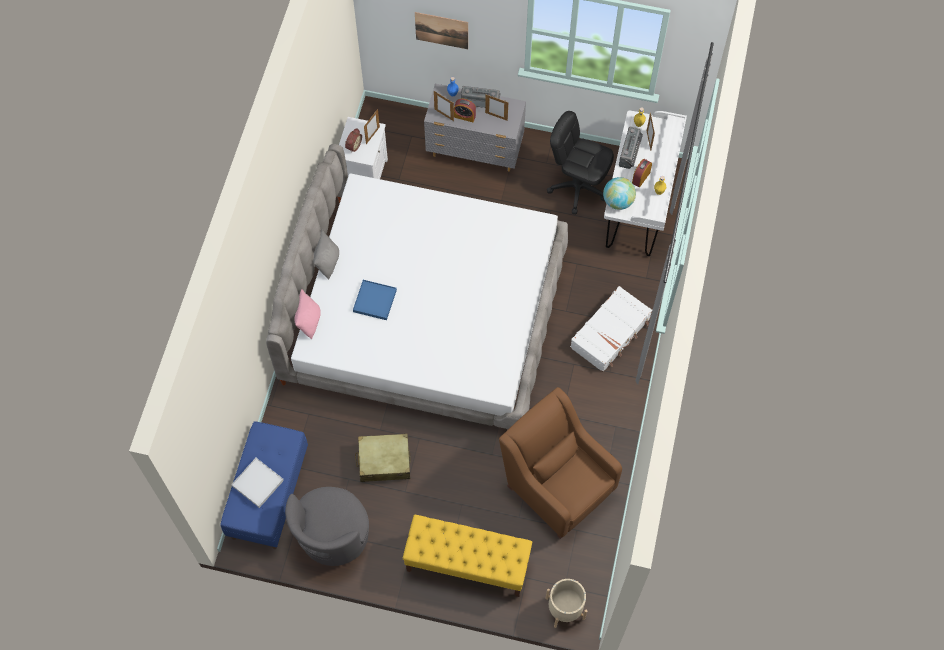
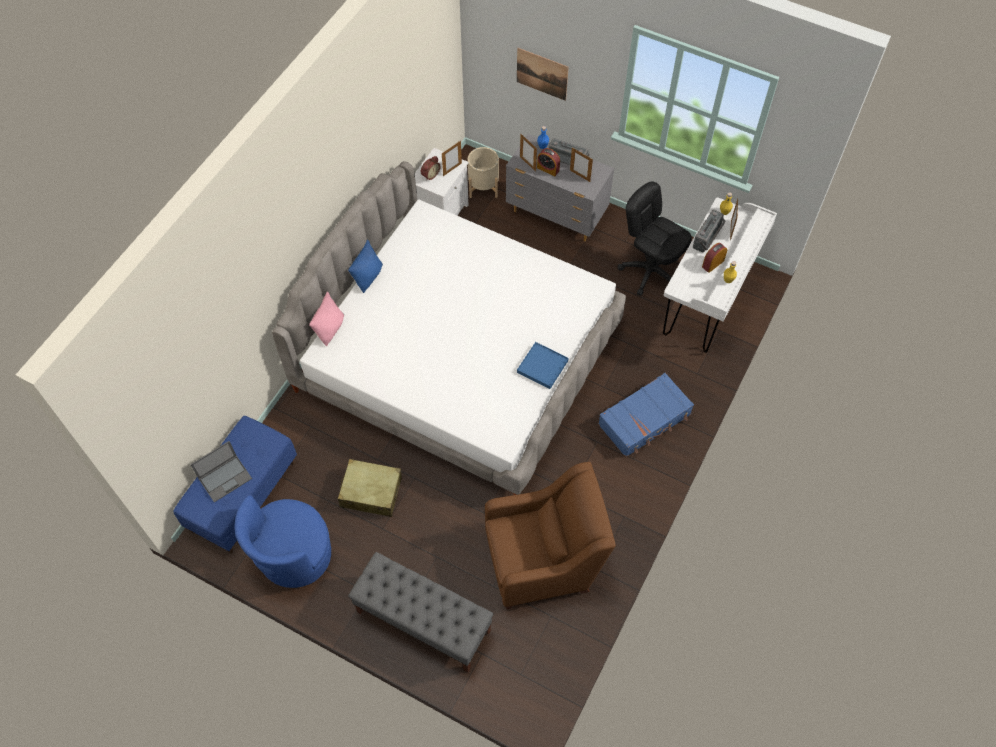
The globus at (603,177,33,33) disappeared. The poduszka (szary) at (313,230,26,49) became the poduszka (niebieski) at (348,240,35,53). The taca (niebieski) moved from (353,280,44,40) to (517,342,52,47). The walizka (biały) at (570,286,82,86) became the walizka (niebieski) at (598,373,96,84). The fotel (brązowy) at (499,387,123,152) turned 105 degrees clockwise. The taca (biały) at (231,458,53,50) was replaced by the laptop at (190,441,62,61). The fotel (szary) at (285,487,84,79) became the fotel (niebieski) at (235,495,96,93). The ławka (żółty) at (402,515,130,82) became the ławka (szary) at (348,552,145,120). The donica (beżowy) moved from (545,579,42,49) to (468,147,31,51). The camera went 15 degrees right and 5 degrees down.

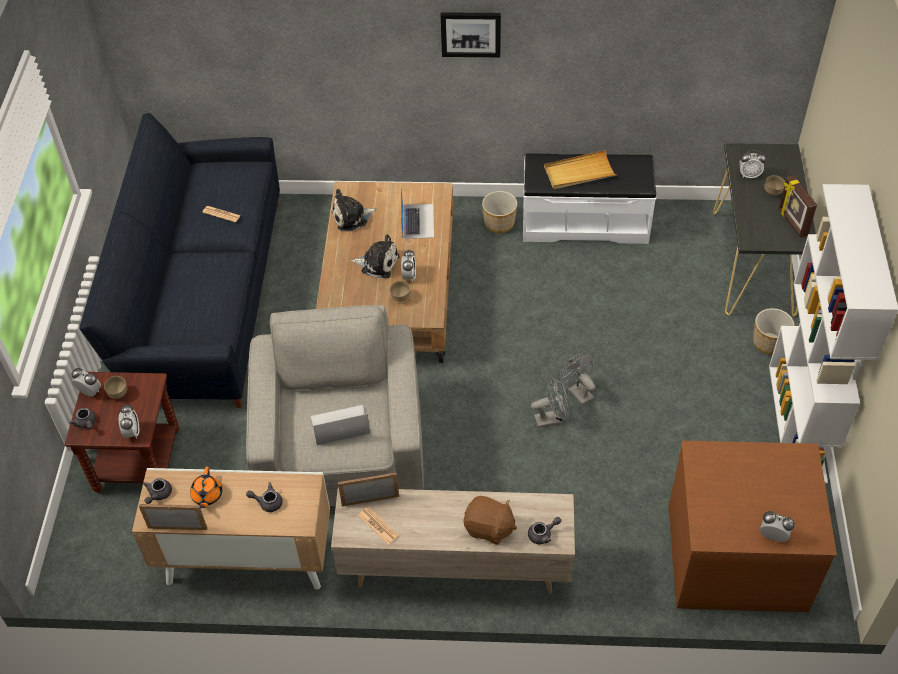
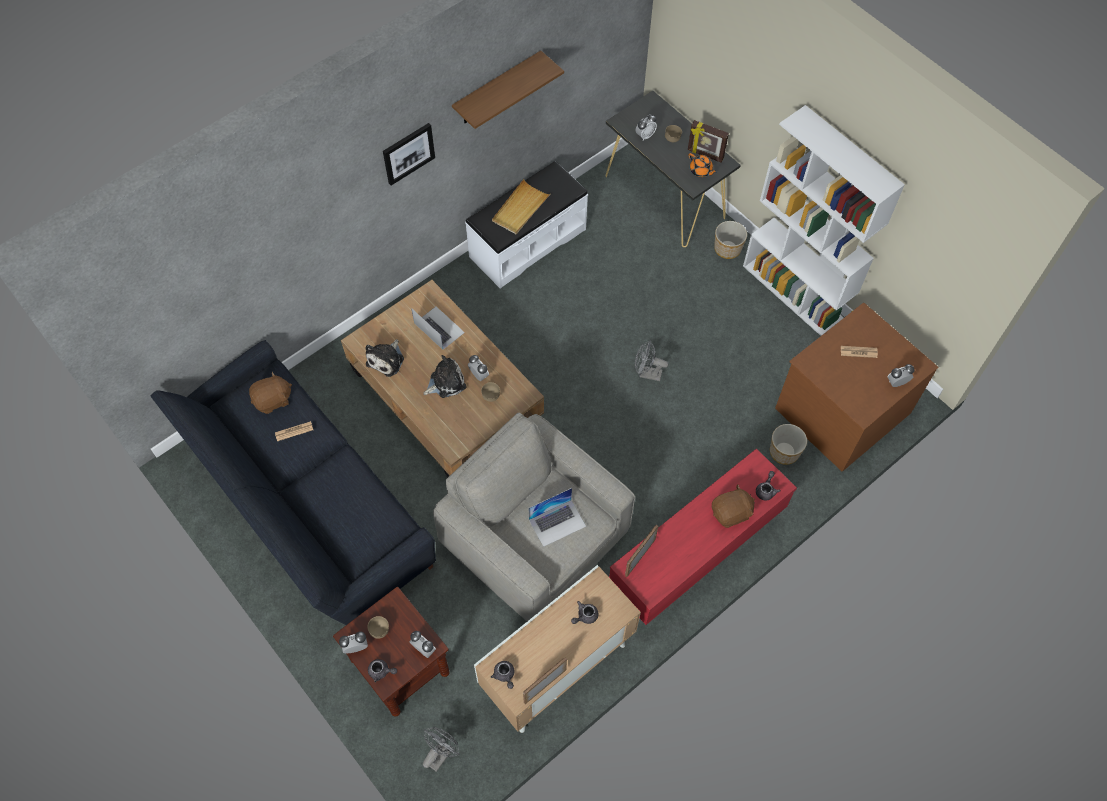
The donica moved from (482,191,35,42) to (770,424,37,41). The wentylator (szary) moved from (531,378,40,50) to (423,727,37,45). The laptop at (311,405,59,40) turned 150 degrees counterclockwise. The imbryk (pomarańczowy) moved from (190,467,32,42) to (689,153,28,24). The szafka pod telewizor (beżowy) at (331,487,244,107) became the szafka pod telewizor (czerwony) at (609,449,188,176). The gazeta moved from (358,507,41,38) to (841,346,37,12). The półka at (452,51,112,78) appeared. The pluszak (brązowy) at (249,371,43,43) appeared. The camera went 45 degrees left and 10 degrees up.

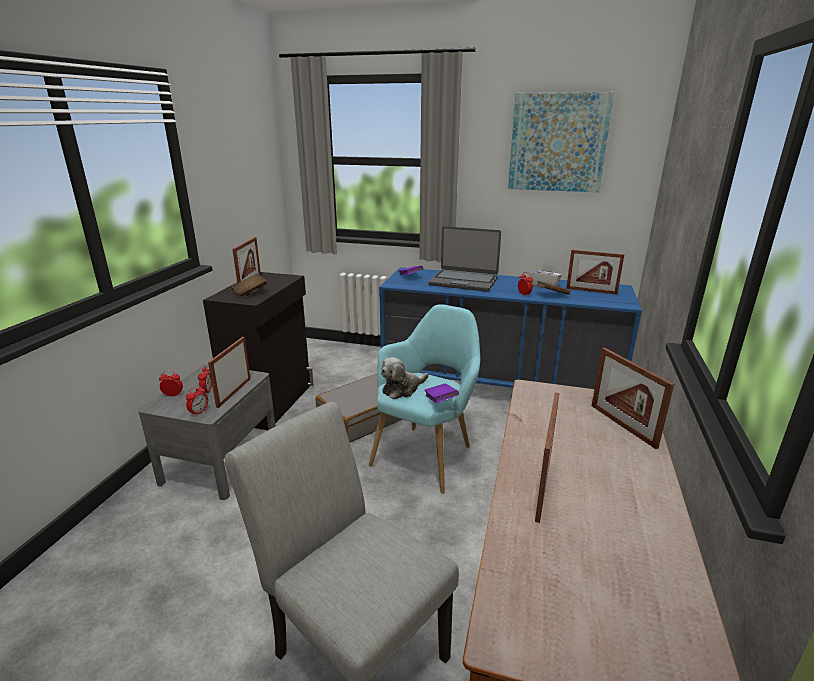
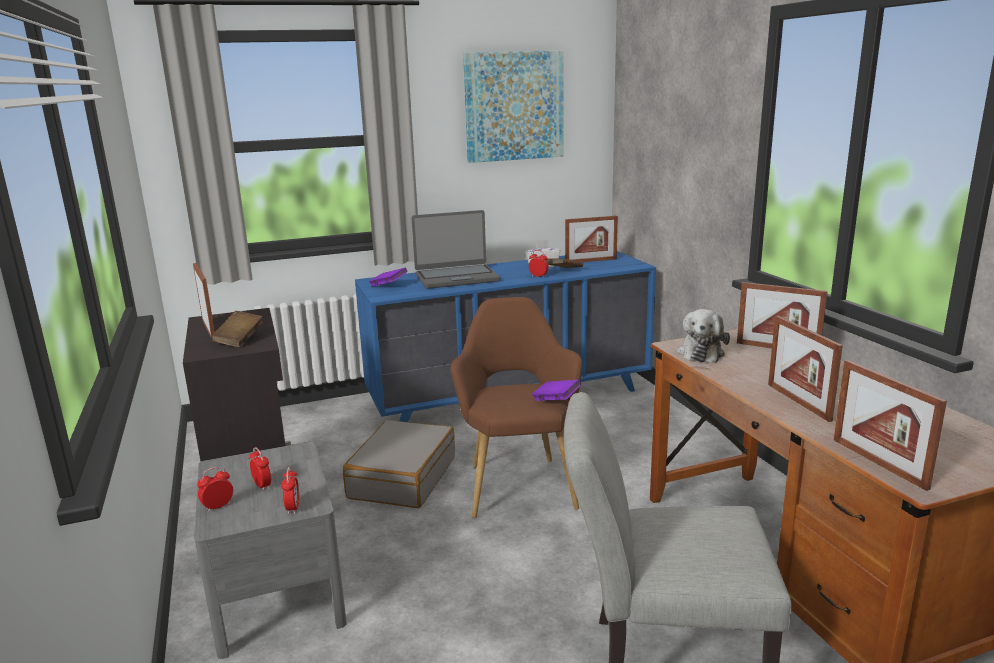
The fotel (turkusowy) at (369,304,111,189) became the fotel (brązowy) at (451,297,131,221). The ramka na zdjęcie moved from (208,337,43,71) to (834,360,113,131). The pluszak moved from (381,357,47,42) to (677,309,53,54). The camera went 35 degrees left and 5 degrees down.

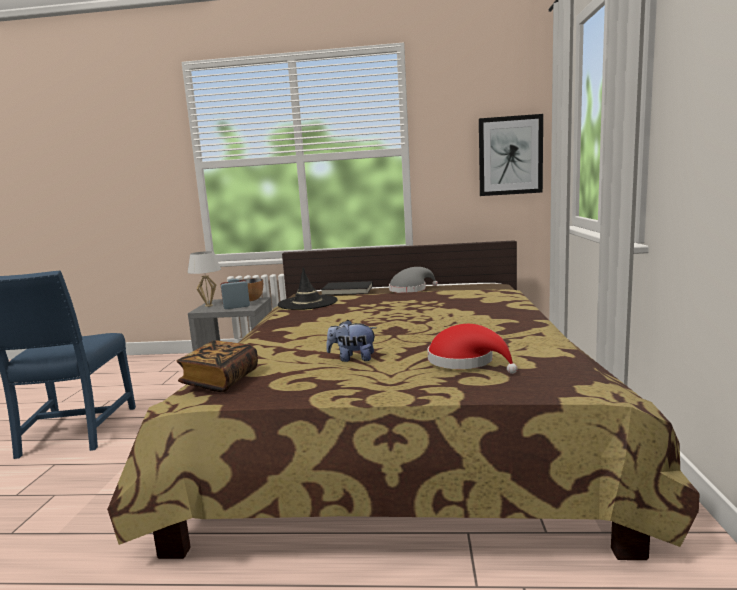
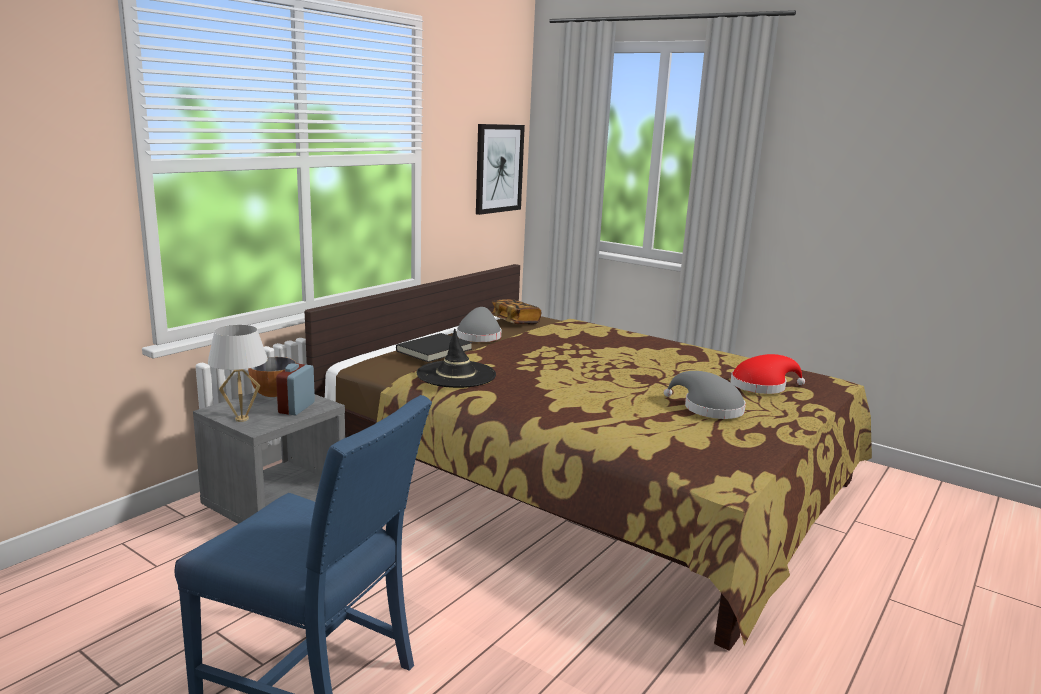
The pluszak at (326,320,50,42) was replaced by the kapelusz (szary) at (664,371,82,48). The książka moved from (177,340,81,52) to (491,299,50,26). The camera went 60 degrees left and 5 degrees up.

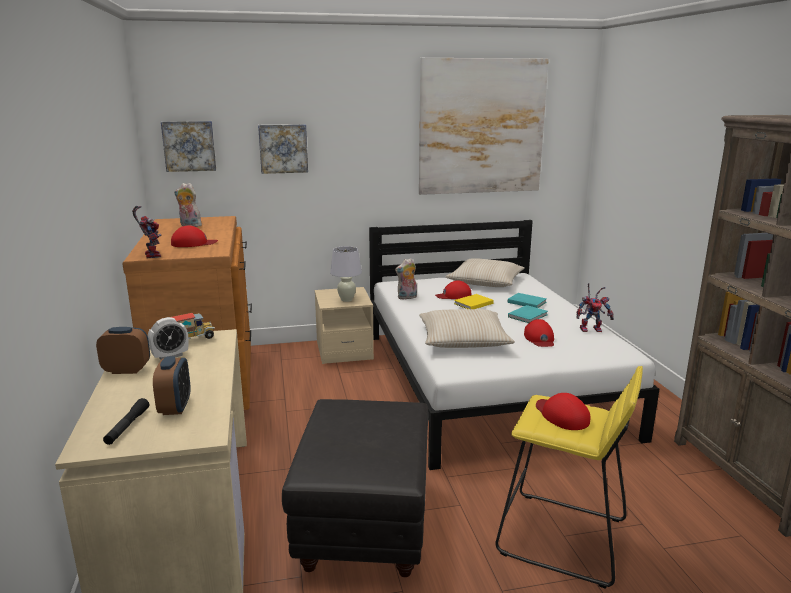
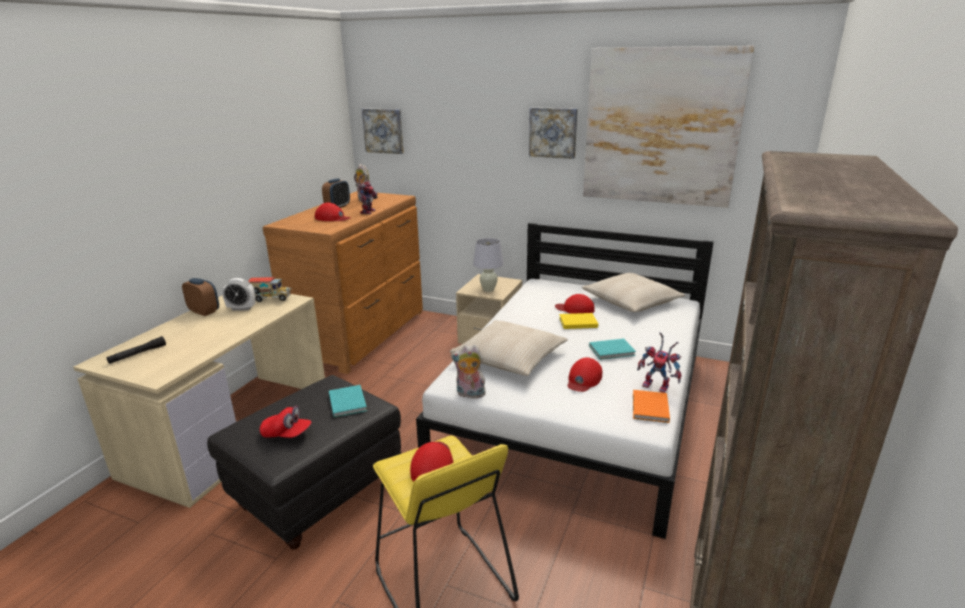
The obraz moved from (258,124,50,50) to (529,107,48,52). The robot zabawkowy moved from (132,206,29,52) to (354,173,24,41). The pluszak moved from (395,258,22,42) to (451,345,35,53). The książka (turkusowy) moved from (508,293,39,15) to (329,385,38,33). The budzik moved from (153,356,38,59) to (322,178,28,30). The książka (pomarańczowy) at (633,390,37,33) appeared. The czapka z daszkiem (czerwony) at (260,406,52,32) appeared. The camera went 35 degrees right and 5 degrees up.

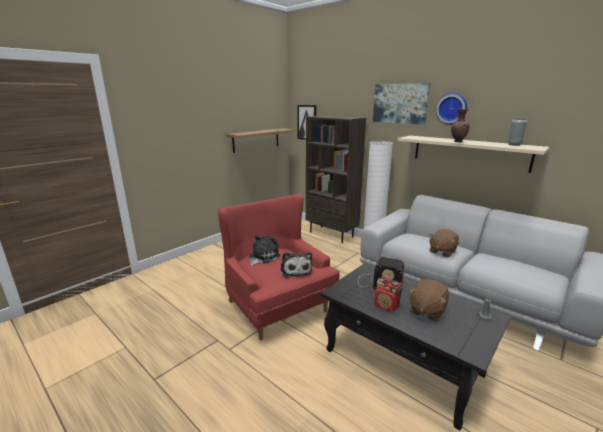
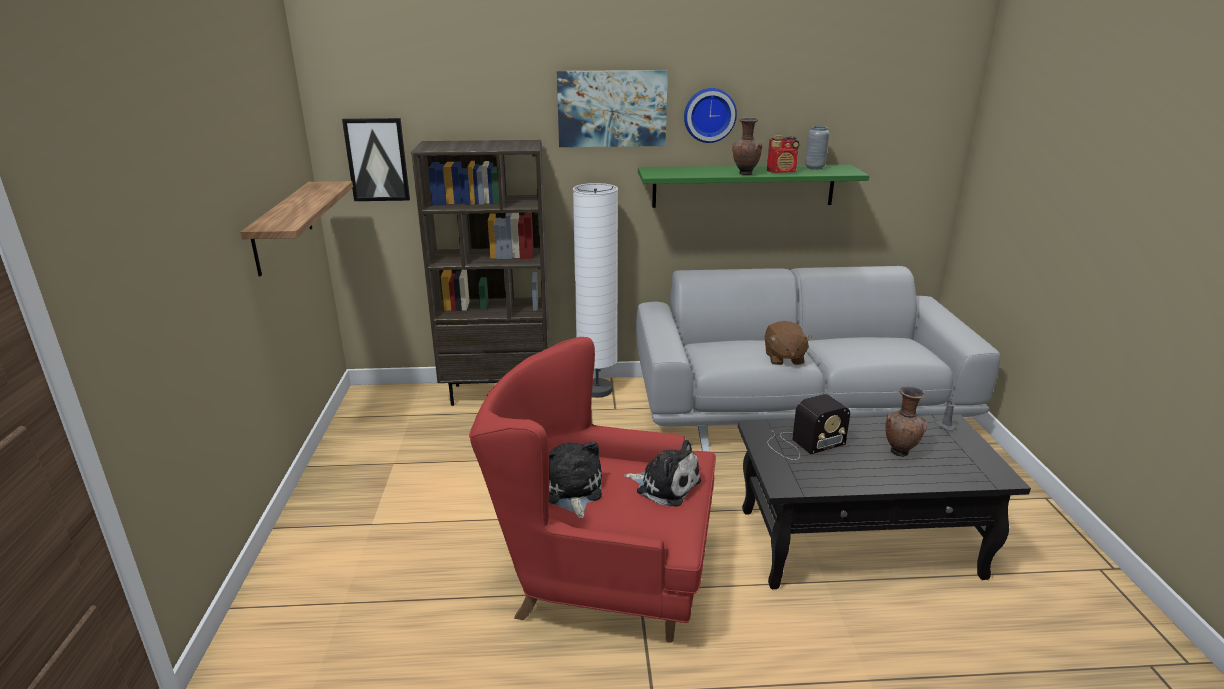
The półka (beżowy) at (398,136,152,37) became the półka (zielony) at (638,165,231,43). The radio moved from (374,276,28,36) to (767,135,33,38). The pluszak (brązowy) at (409,279,40,43) was replaced by the wazon (brązowy) at (885,386,42,71). The camera went 45 degrees left and 5 degrees up.

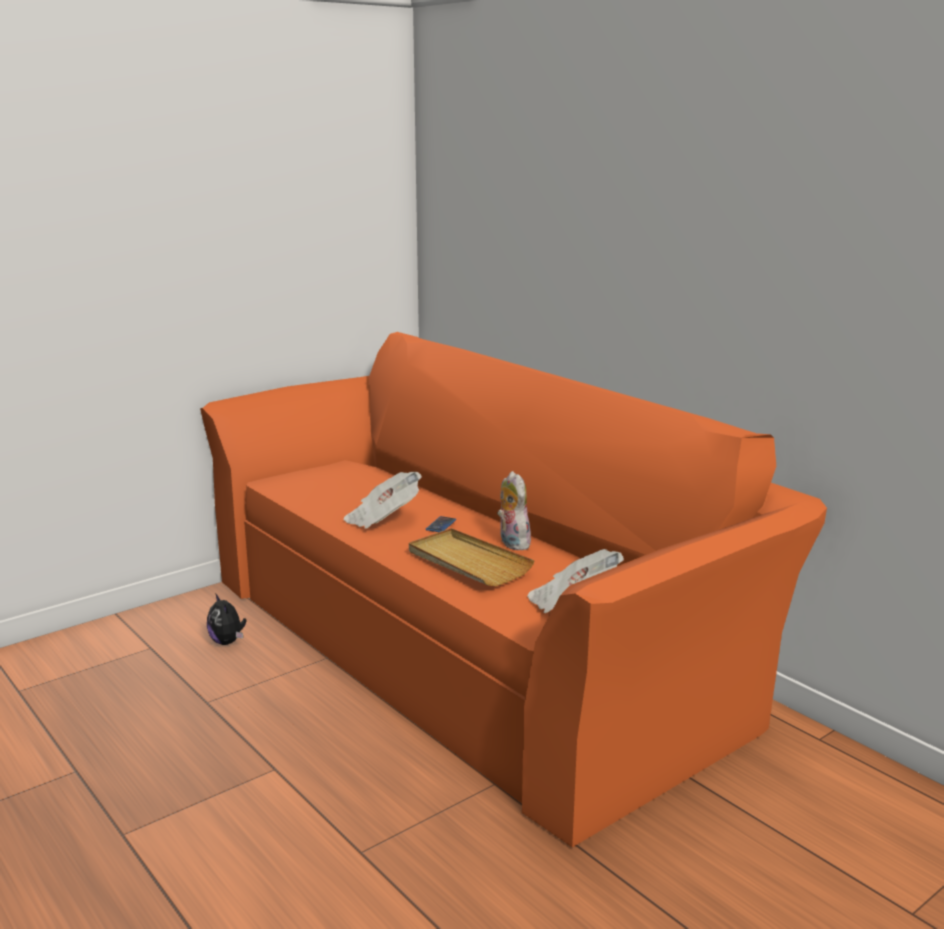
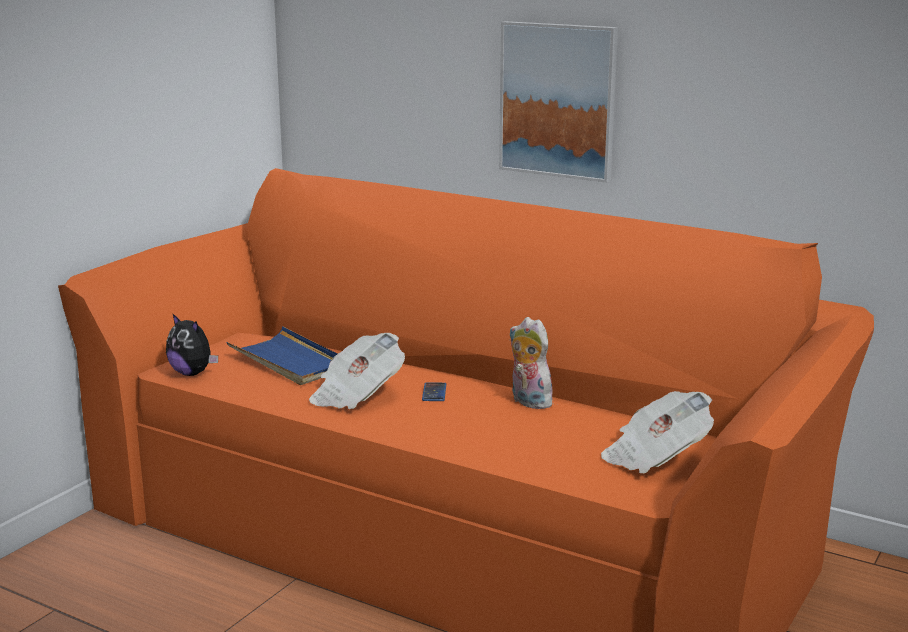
The taca (beżowy) at (409,528,126,58) disappeared. The pluszak moved from (207,593,39,52) to (166,313,52,63). The obraz at (499,21,119,162) appeared. The taca (niebieski) at (226,326,112,59) appeared. The camera went 20 degrees left and 0 degrees up.

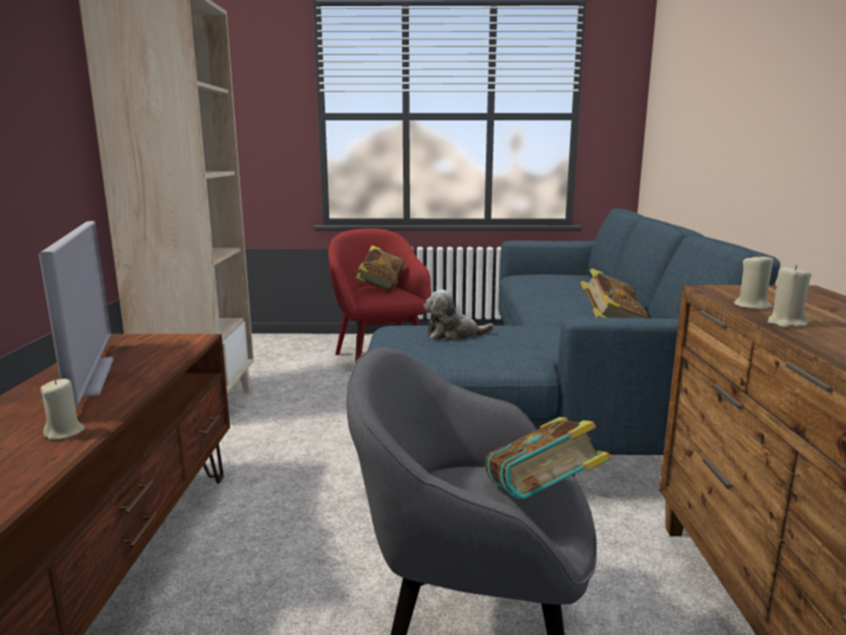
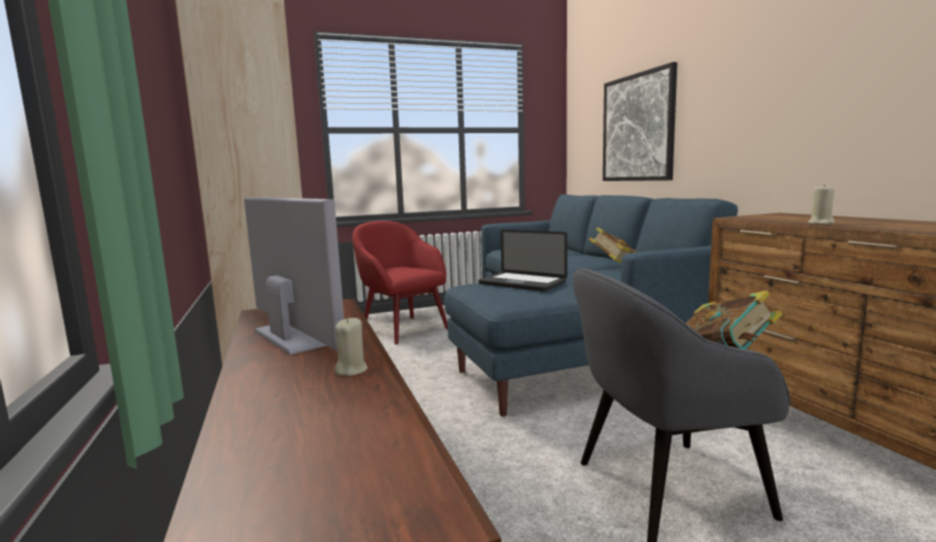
The książka at (355,245,49,46) disappeared. The świeca (beżowy) at (734,253,39,57) disappeared. The pluszak at (424,289,70,52) was replaced by the laptop at (478,230,89,61). The obraz at (603,62,74,119) appeared. The camera went 20 degrees left and 5 degrees down.

